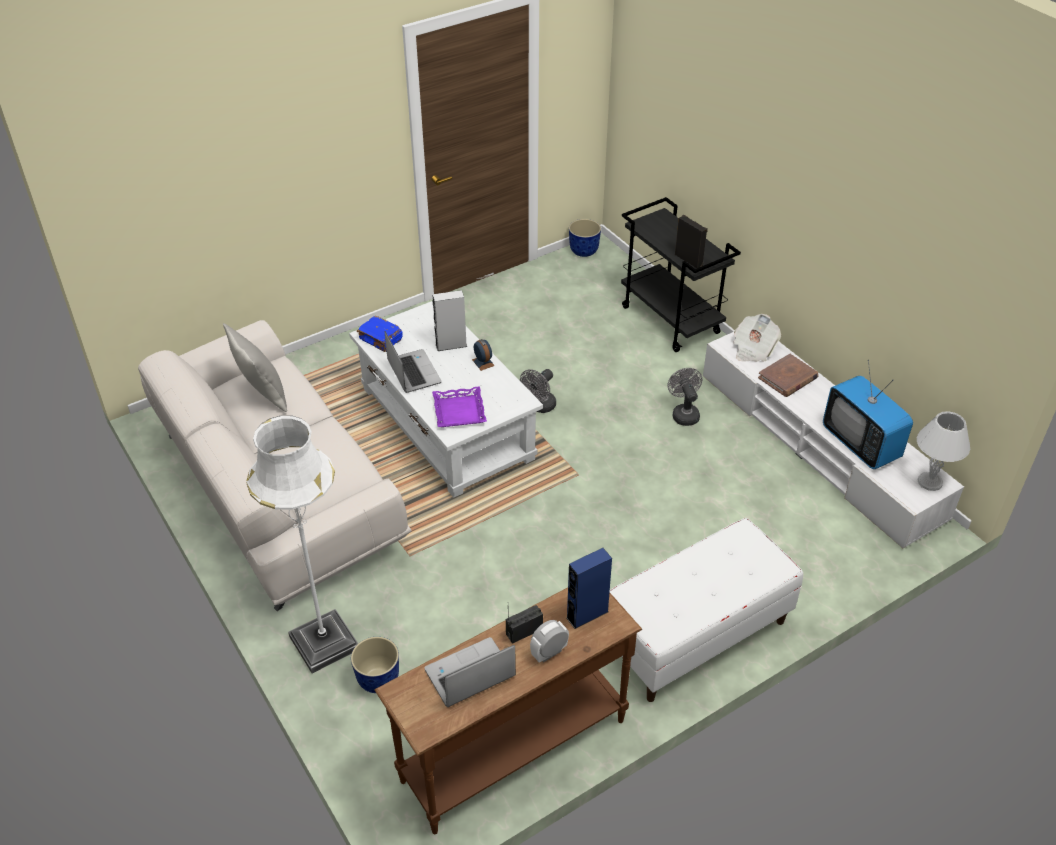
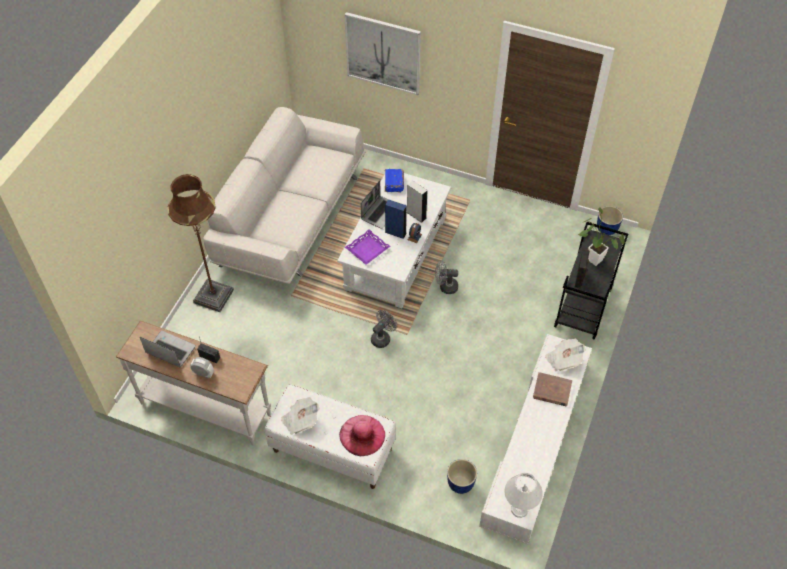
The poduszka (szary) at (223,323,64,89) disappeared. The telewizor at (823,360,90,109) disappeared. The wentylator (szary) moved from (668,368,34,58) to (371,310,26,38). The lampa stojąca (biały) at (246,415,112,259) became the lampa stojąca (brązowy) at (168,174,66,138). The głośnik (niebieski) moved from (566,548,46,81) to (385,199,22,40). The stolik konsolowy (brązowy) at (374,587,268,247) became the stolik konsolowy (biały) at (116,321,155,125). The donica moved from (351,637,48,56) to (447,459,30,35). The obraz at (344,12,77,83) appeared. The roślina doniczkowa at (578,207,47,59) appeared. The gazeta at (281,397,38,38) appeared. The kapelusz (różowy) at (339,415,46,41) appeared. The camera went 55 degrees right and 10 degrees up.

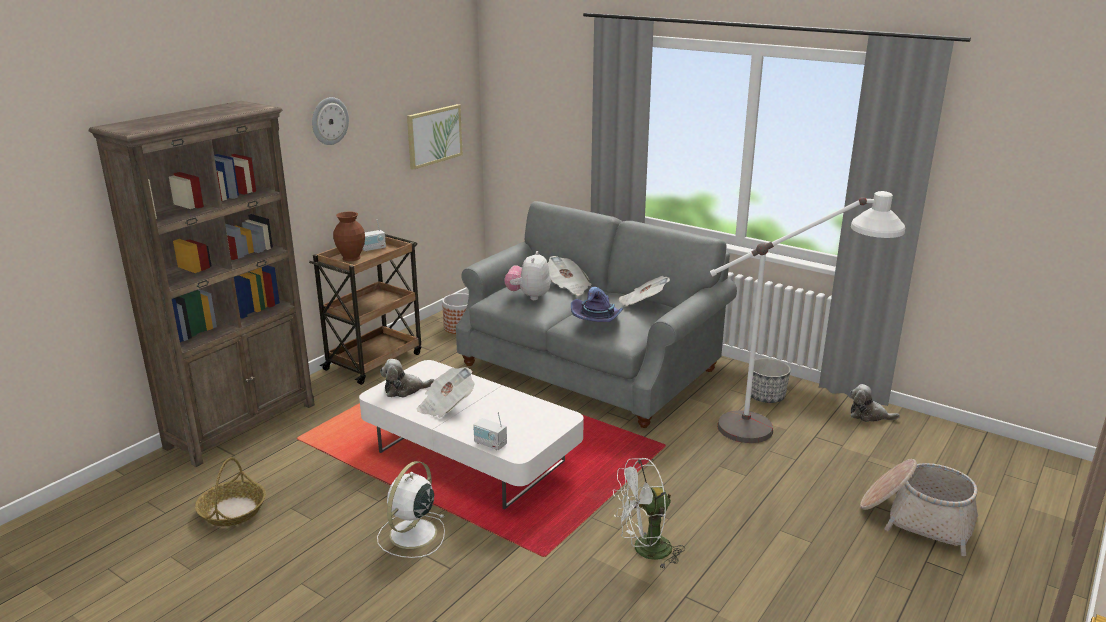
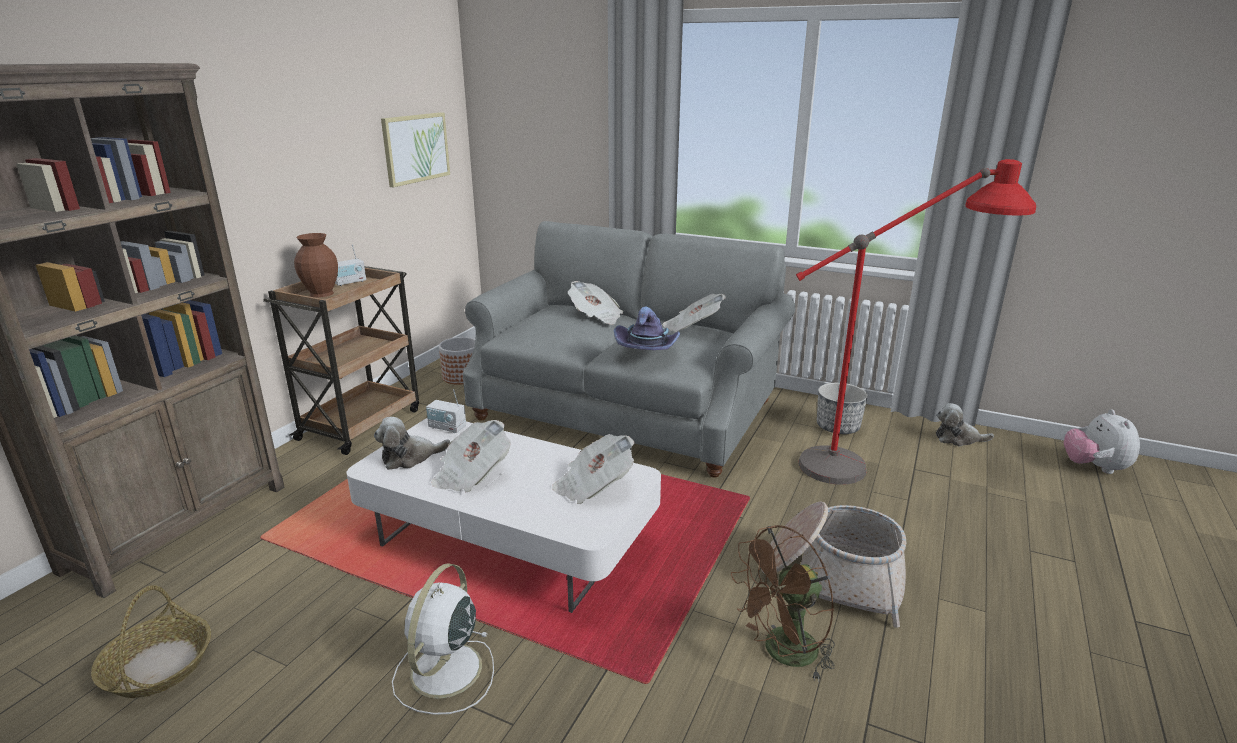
The zegar ścienny at (312,97,37,48) disappeared. The lampa stojąca (biały) at (710,191,195,252) became the lampa stojąca (czerwony) at (796,159,240,326). The pluszak moved from (504,251,47,49) to (1064,409,76,65). The radio moved from (473,412,34,38) to (426,389,40,44). The wentylator (biały) at (613,458,72,111) became the wentylator (brązowy) at (731,525,104,157). The koszyk moved from (860,459,118,97) to (761,501,145,127). The gazeta at (552,434,83,70) appeared. The camera went 10 degrees left and 0 degrees up.

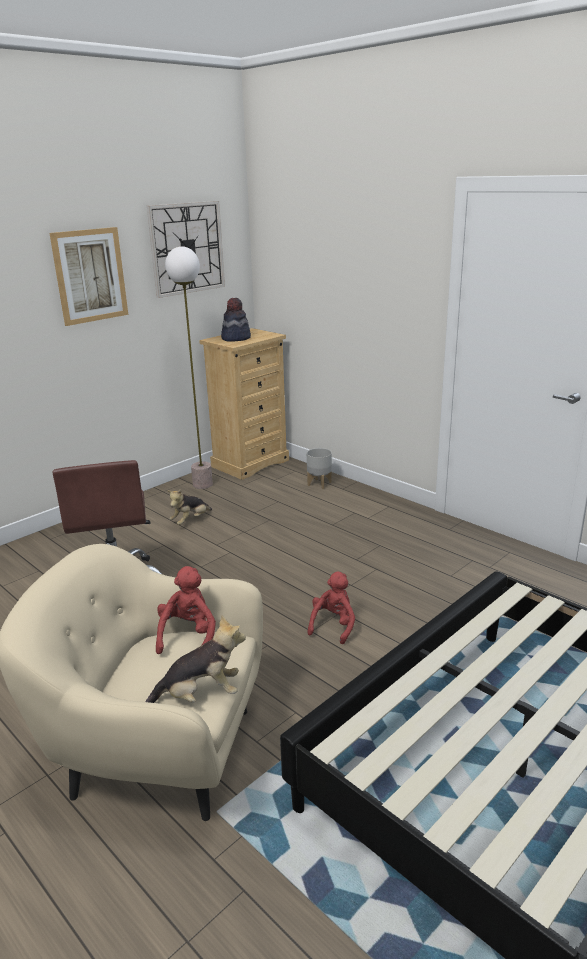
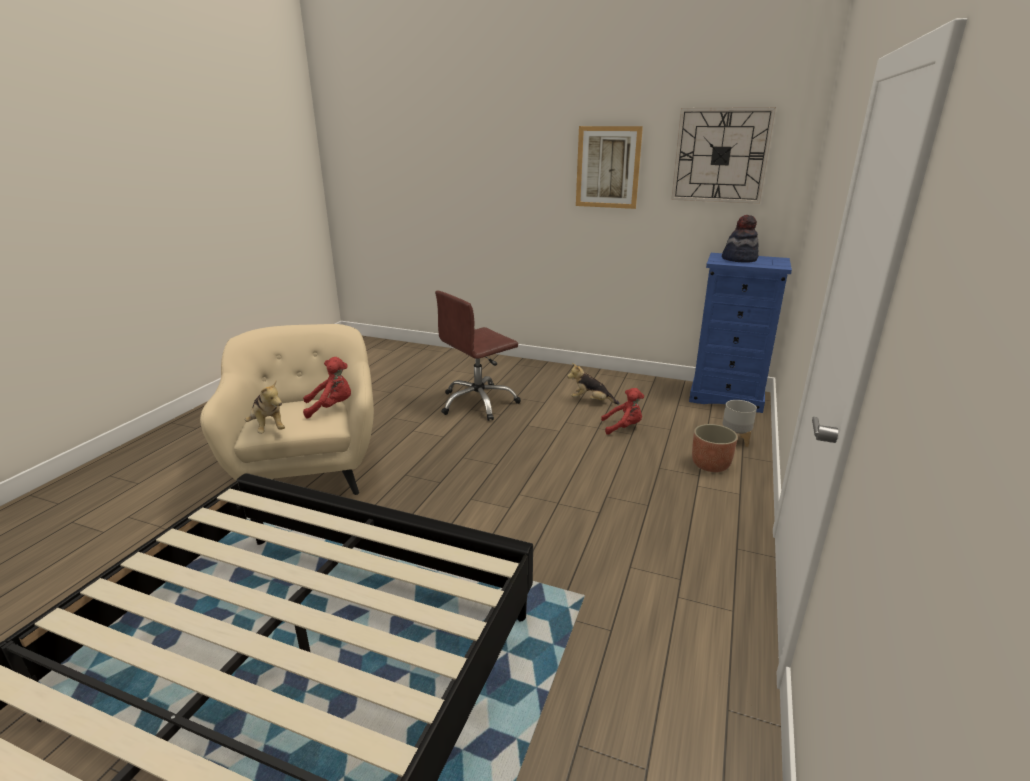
The lampa stojąca at (165,246,48,243) disappeared. The komoda (beżowy) at (199,328,90,152) became the komoda (niebieski) at (689,253,103,160). The pluszak (czerwony) moved from (307,572,48,72) to (601,388,43,47). The donica at (692,424,46,48) appeared. The camera went 65 degrees right and 0 degrees up.

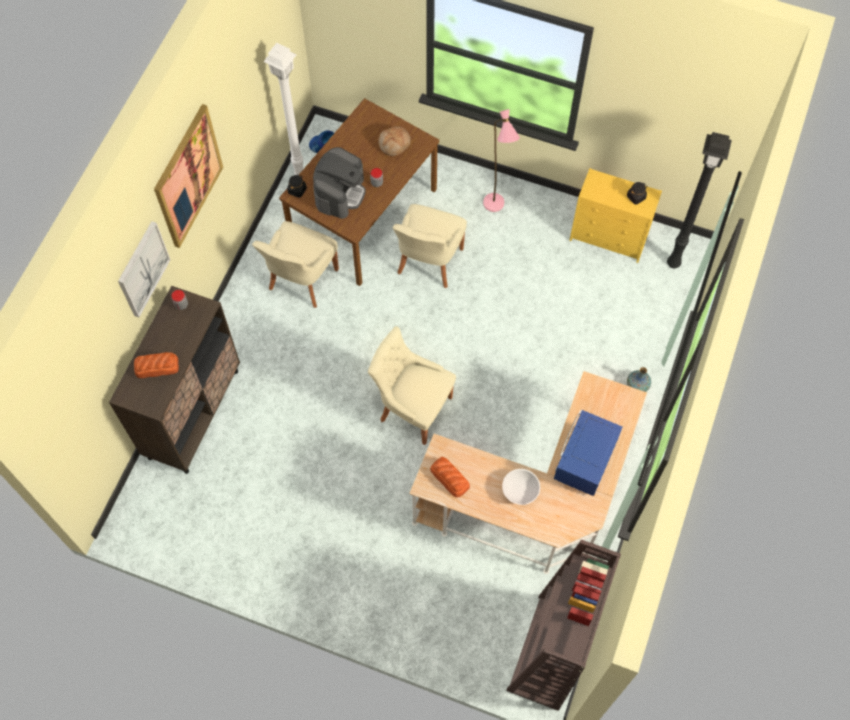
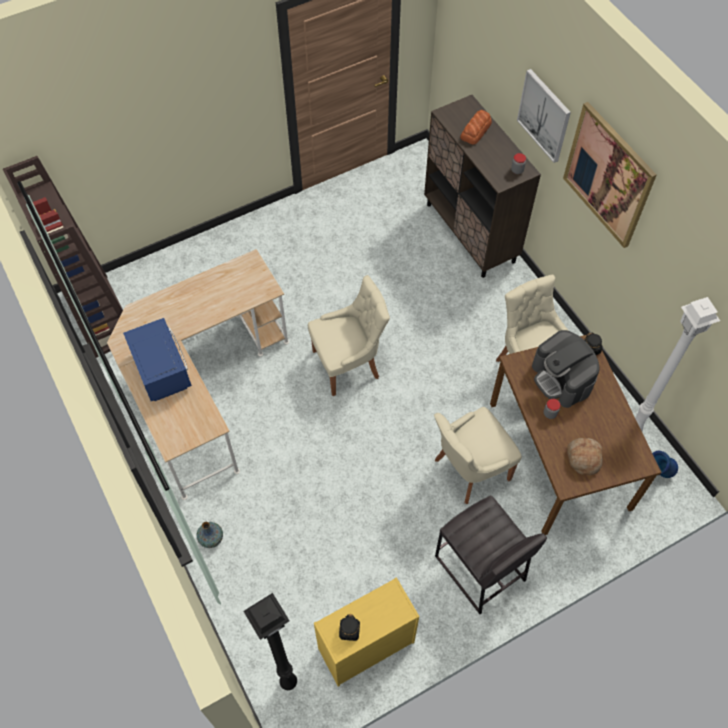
The lampa stojąca (różowy) at (483,109,37,103) was replaced by the stołek (szary) at (435,495,112,119). The krzesło (beżowy) at (392,204,75,84) turned 90 degrees counterclockwise. The chleb at (430,457,40,40) disappeared. The miska (biały) at (502,469,38,36) disappeared. The camera went 130 degrees right and 5 degrees down.

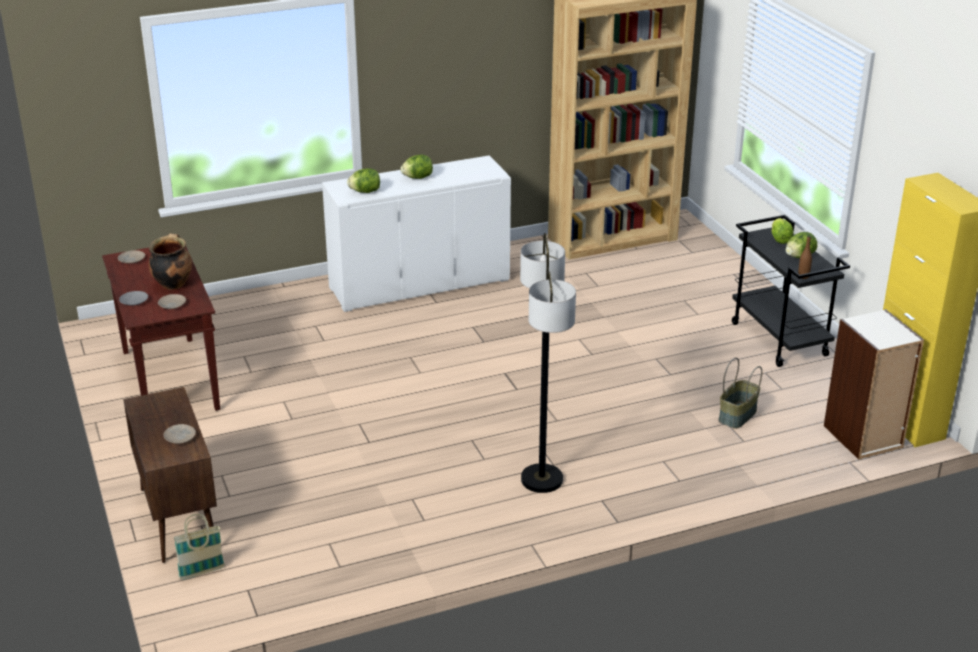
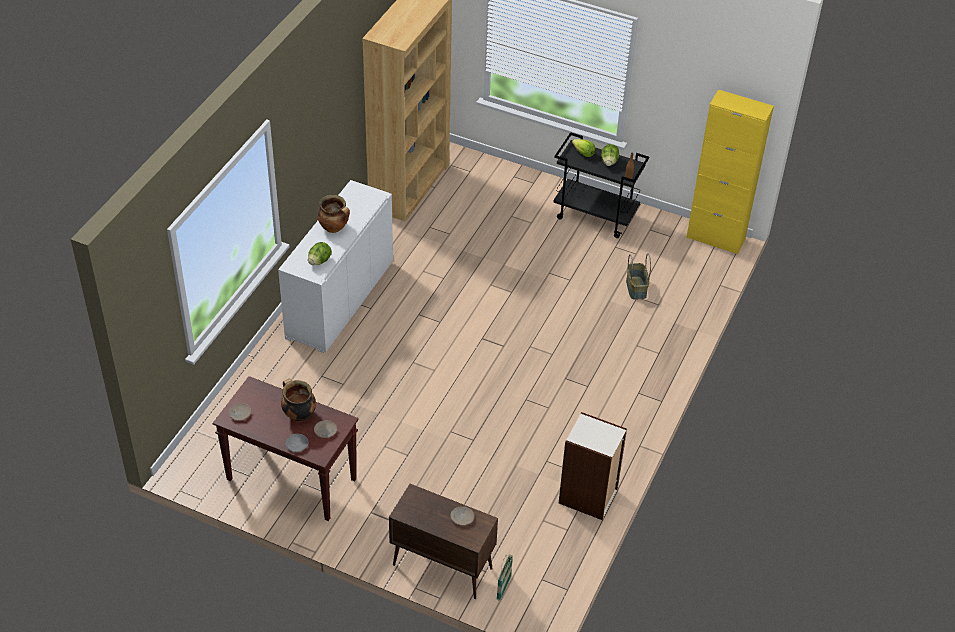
The sałata at (400,155,33,24) was replaced by the garnek at (317,195,33,38). The lampa stojąca at (520,233,56,260) disappeared. The regał moved from (824,309,100,151) to (559,412,68,108). The camera went 45 degrees left and 15 degrees up.

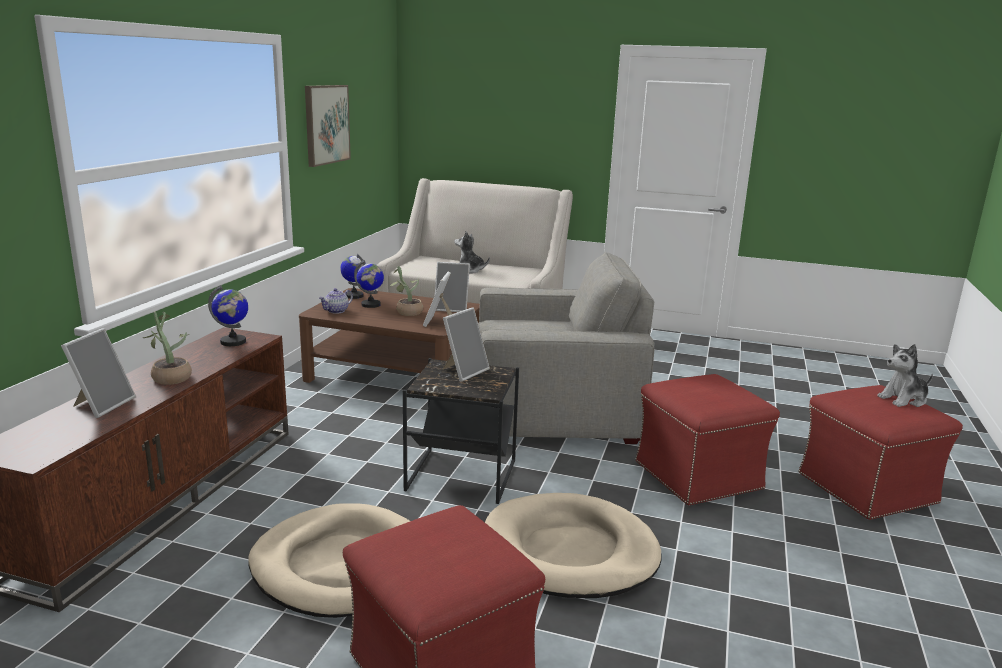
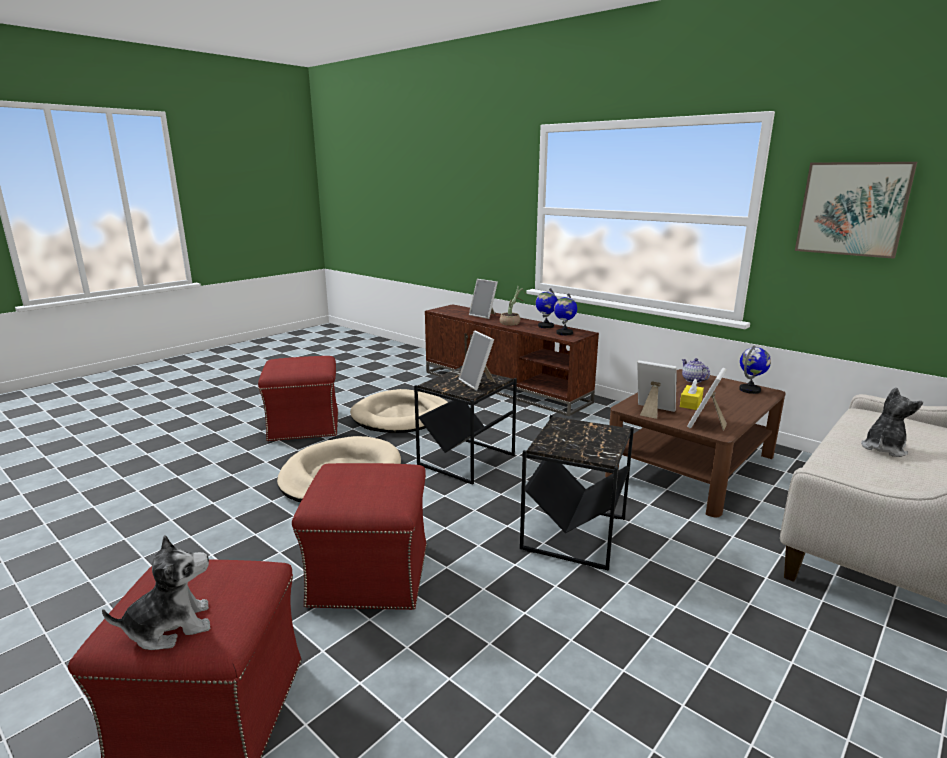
The fotel (szary) at (478,252,177,192) was replaced by the stolik (czarny) at (520,415,114,155). The globus moved from (354,260,30,48) to (535,288,22,40). The roślina doniczkowa at (390,266,33,50) was replaced by the pudełko chusteczek (żółty) at (680,379,24,31). The pluszak at (877,344,56,63) turned 60 degrees clockwise. The camera went 115 degrees right and 0 degrees up.

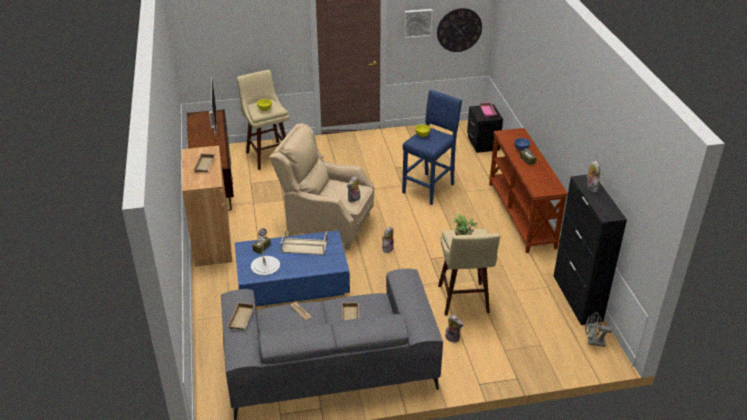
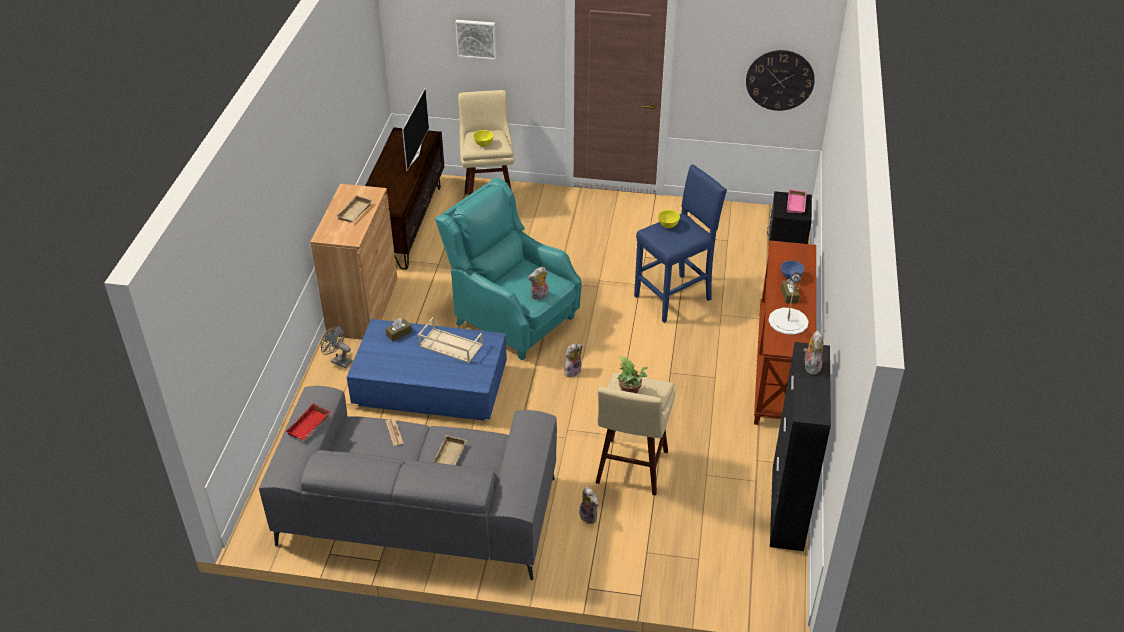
The obraz moved from (404,9,29,29) to (455,20,41,40). The fotel (beżowy) at (269,123,105,127) became the fotel (turkusowy) at (434,178,148,182). The lampa stołowa (biały) moved from (251,228,29,48) to (768,272,41,63). The taca (beżowy) at (228,302,27,28) became the taca (czerwony) at (286,403,44,37). The wentylator (szary) moved from (585,312,27,35) to (320,325,32,43). The camera went 20 degrees right and 5 degrees up.

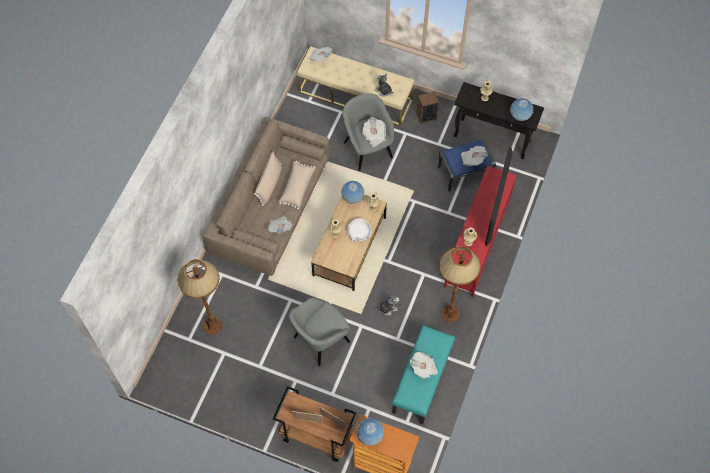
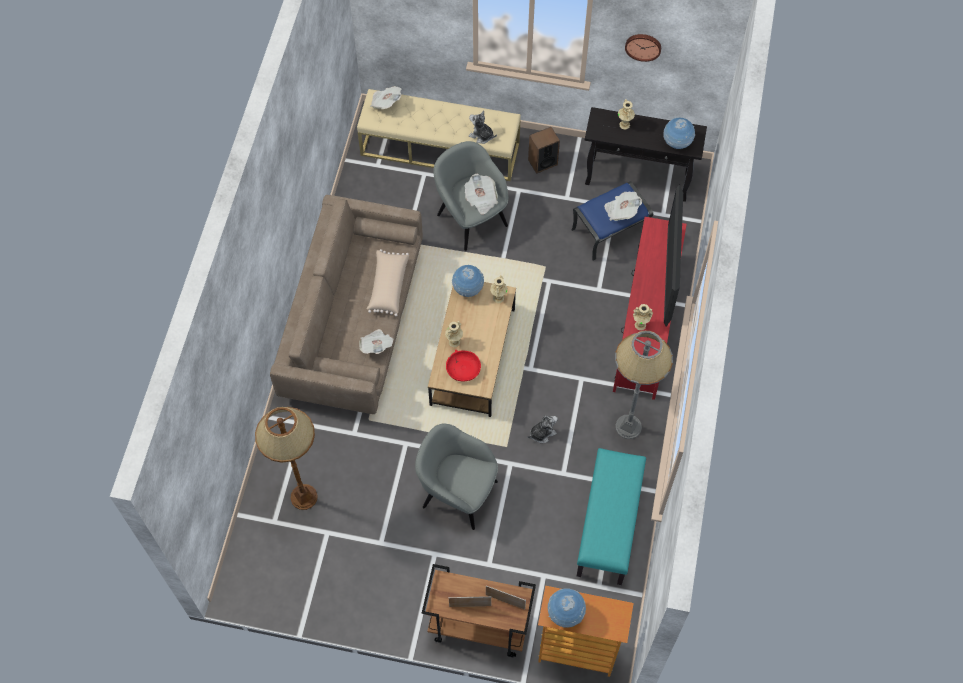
The poduszka (beżowy) at (254,152,28,54) disappeared. The miska (biały) at (347,218,24,24) disappeared. The lampa stojąca (brązowy) at (439,246,42,77) became the lampa stojąca (szary) at (615,331,58,108). The fotel (szary) at (288,298,62,68) turned 75 degrees clockwise. The gazeta at (410,352,28,27) disappeared. The zegar ścienny at (625,34,36,28) appeared. The miska (czerwony) at (446,350,35,32) appeared. The camera went 10 degrees left and 0 degrees up.

